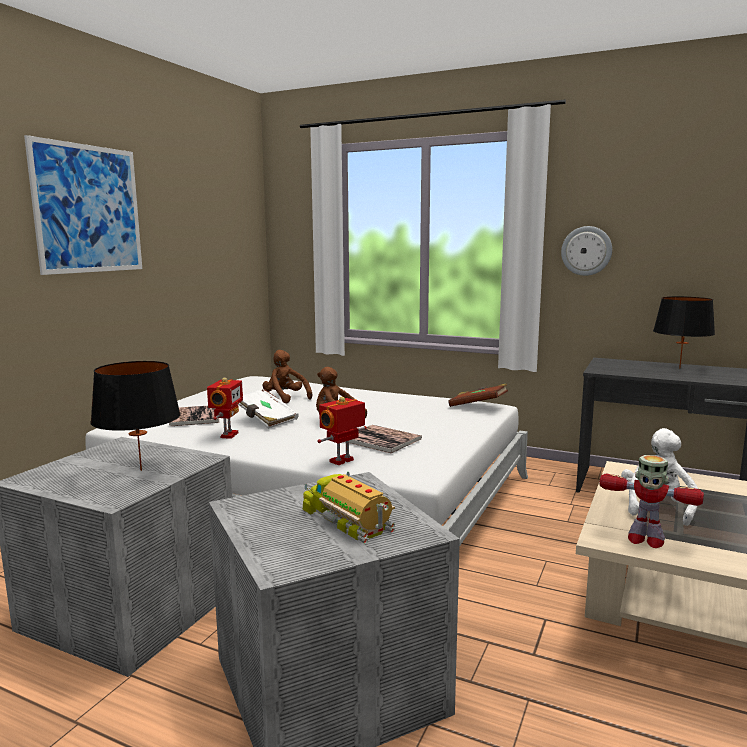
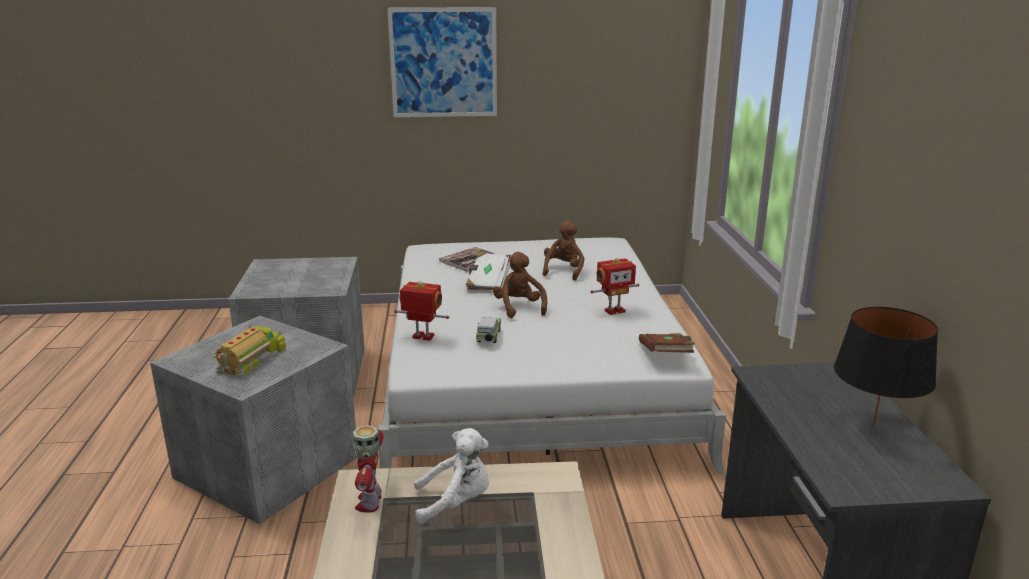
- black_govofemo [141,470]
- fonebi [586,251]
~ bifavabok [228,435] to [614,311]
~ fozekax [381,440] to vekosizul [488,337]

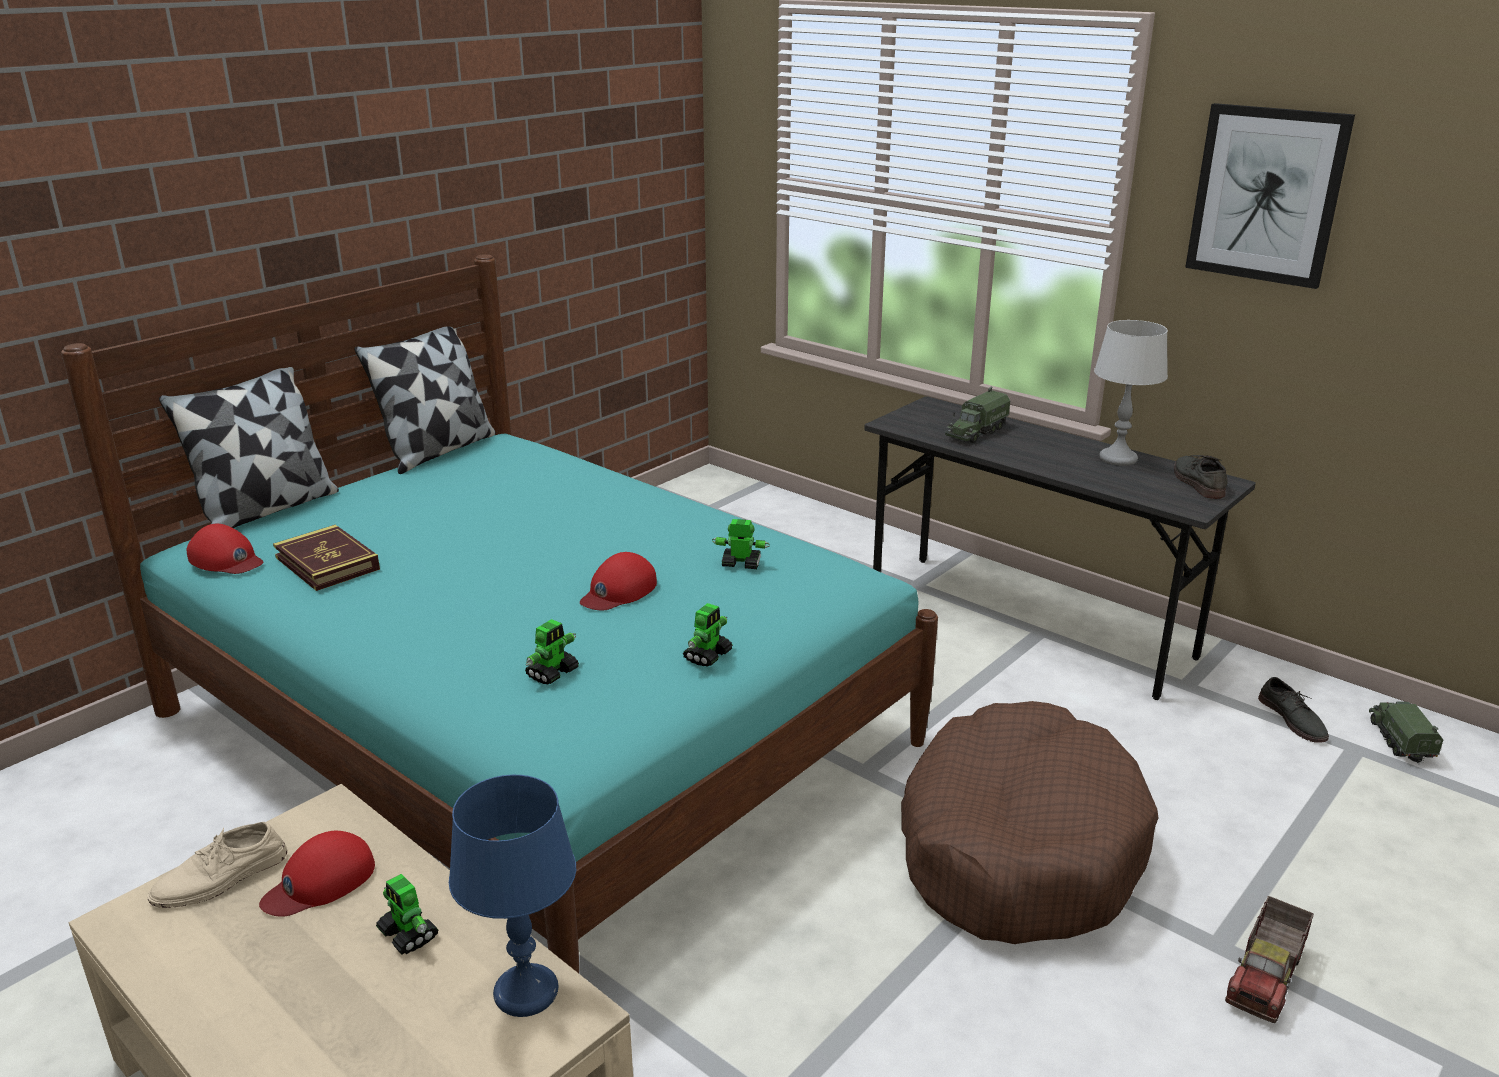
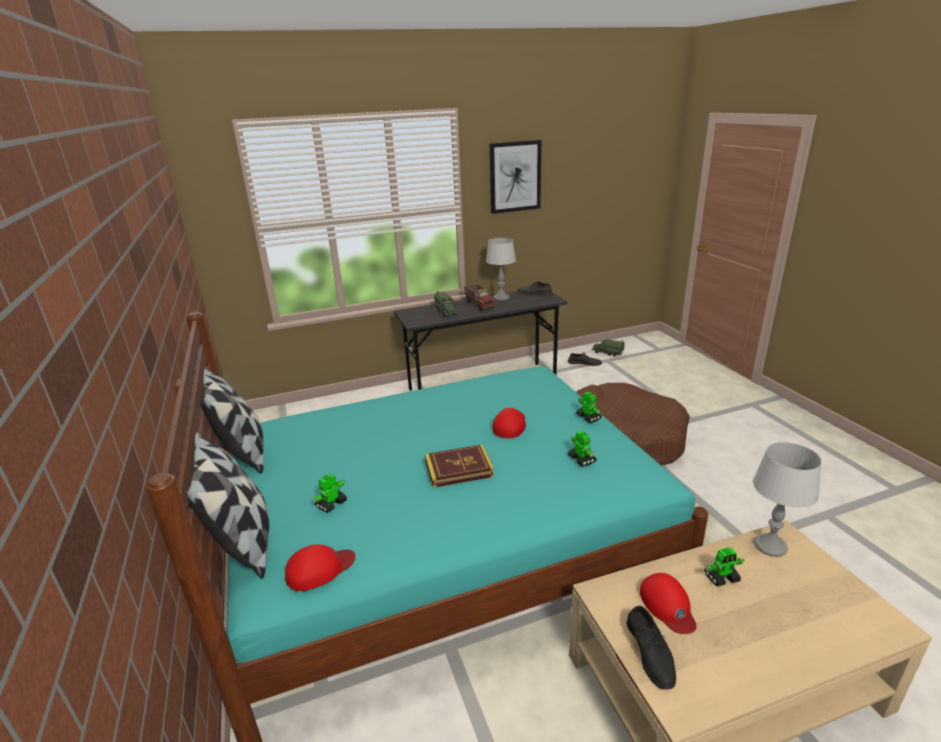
~ fozekax [327,563] to [458,469]
~ bifavabok [740,564] to [331,504]
~ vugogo [1266,978] to [480,304]
~ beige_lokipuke [221,878] to black_lokipuke [650,651]
~ blue_govofemo [527,992] to grey_govofemo [770,545]
~ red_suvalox [618,591] = [510,425] 135 degrees counterclockwise

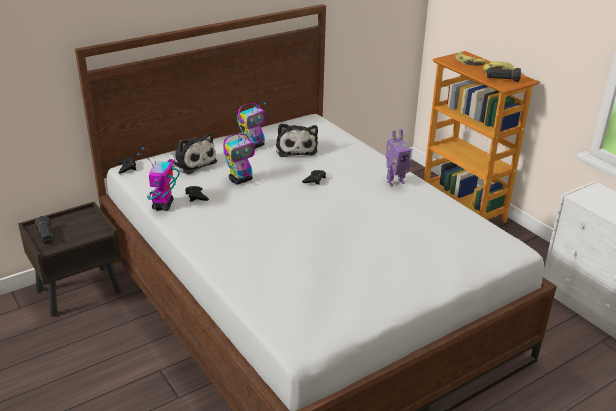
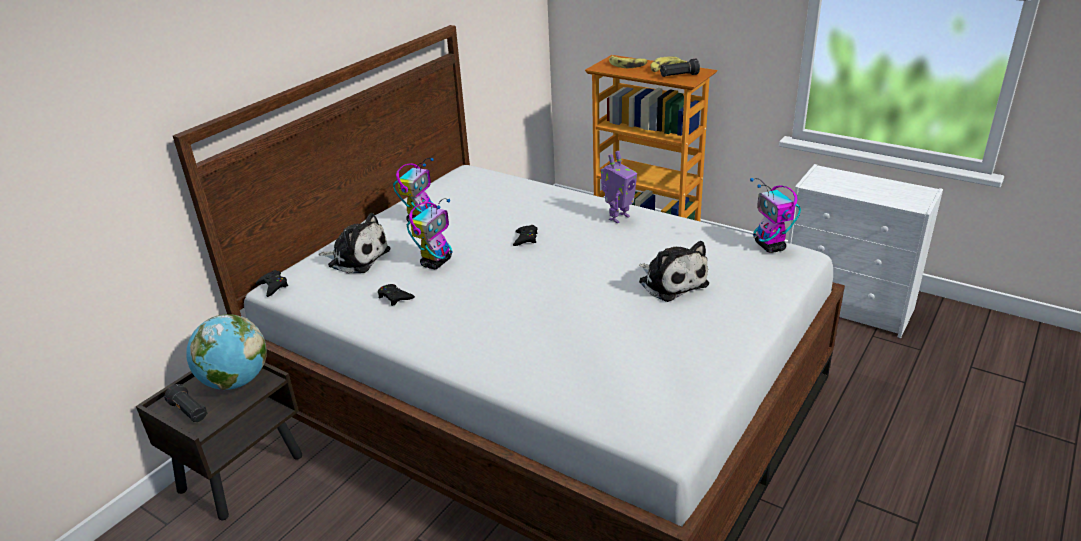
+ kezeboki [235,381]
~ bifavabok [163,206] to [770,247]
~ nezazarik [296,149] to [671,282]

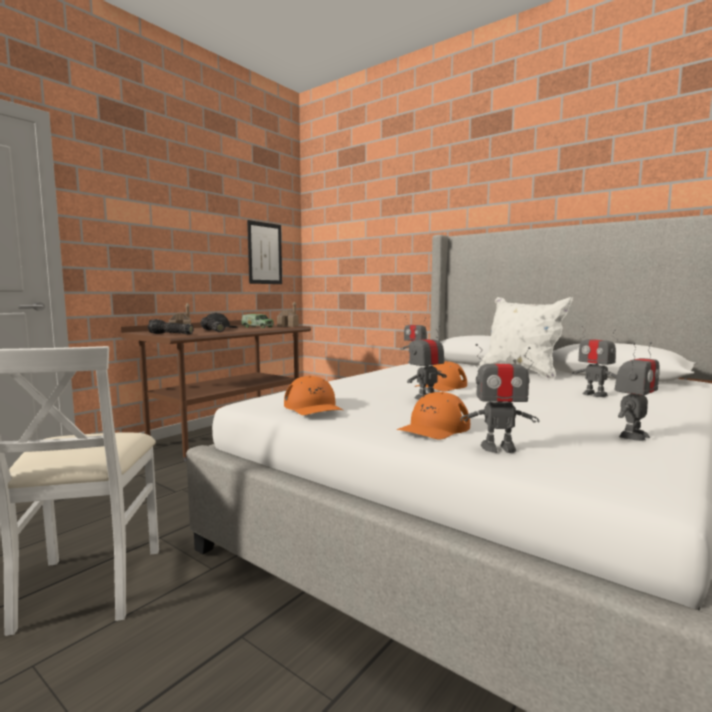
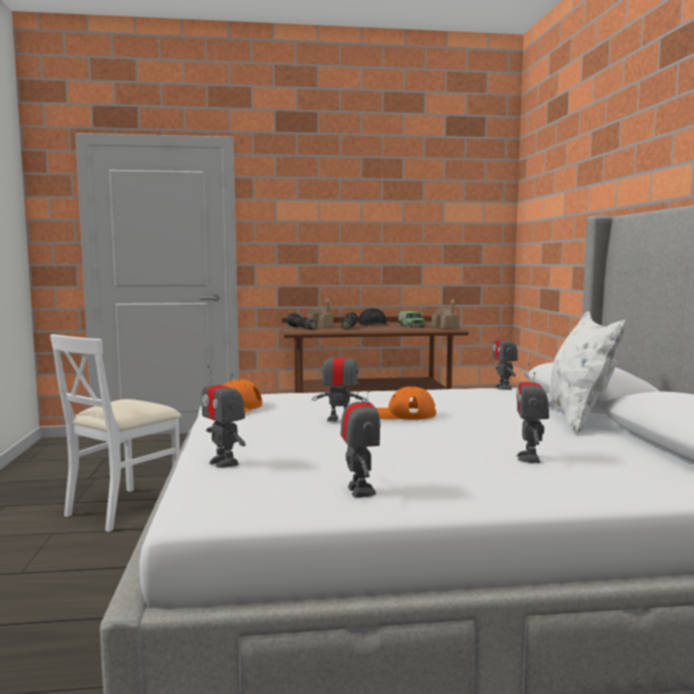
- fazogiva [265,253]
- orange_suvalox [434,428]
~ bifavabok [633,436] = [360,491] 105 degrees counterclockwise

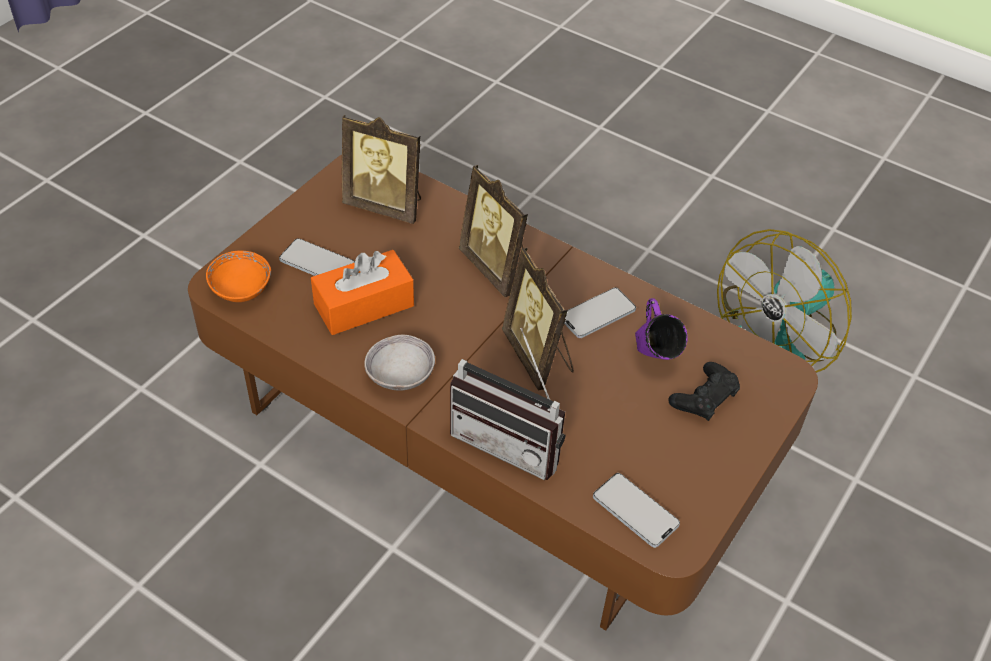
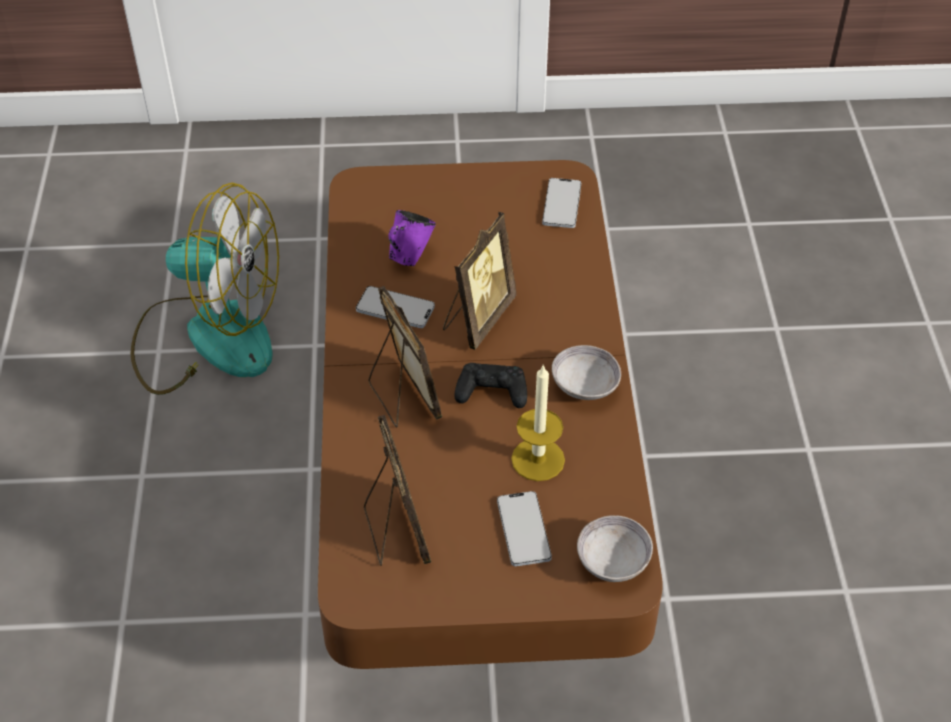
- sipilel [512,441]
~ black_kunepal [704,397] to [492,391]
~ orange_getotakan [364,305] to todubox [538,459]
~ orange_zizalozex [241,289] to grey_zizalozex [613,561]
~ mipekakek [498,268] = [402,397] 45 degrees counterclockwise

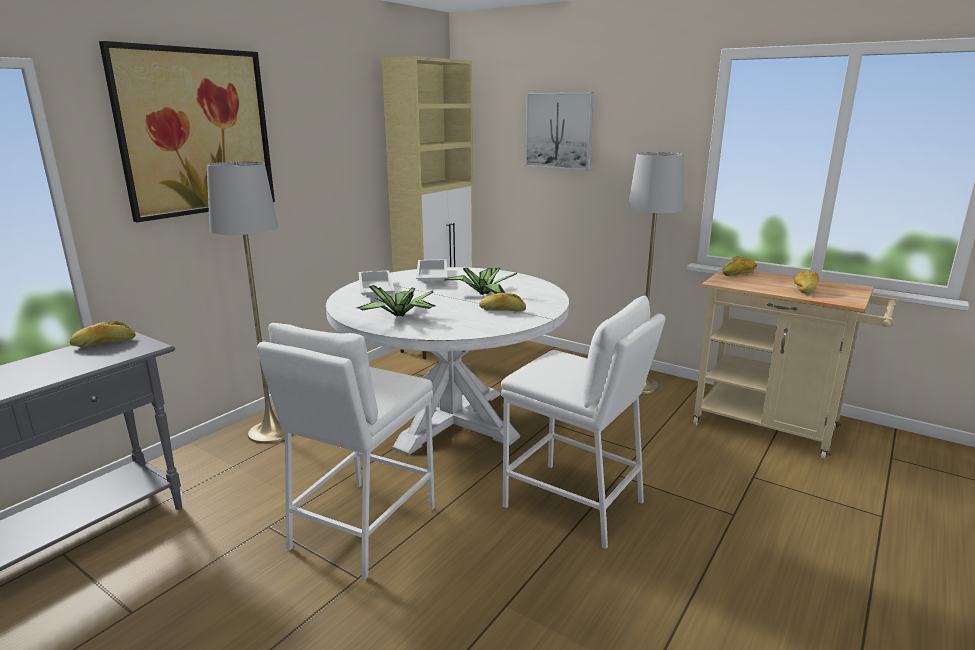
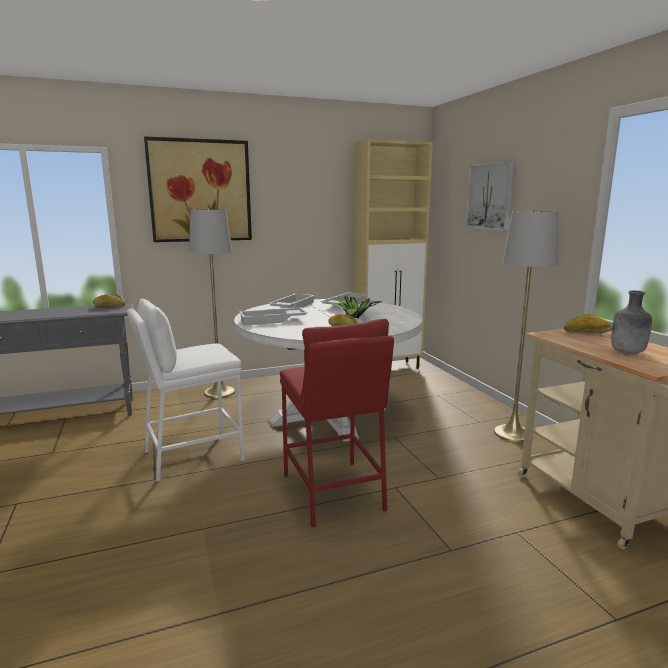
~ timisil [400,316] to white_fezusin [273,320]
~ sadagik [804,289] to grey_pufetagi [627,352]
~ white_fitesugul [574,504] to red_fitesugul [333,492]

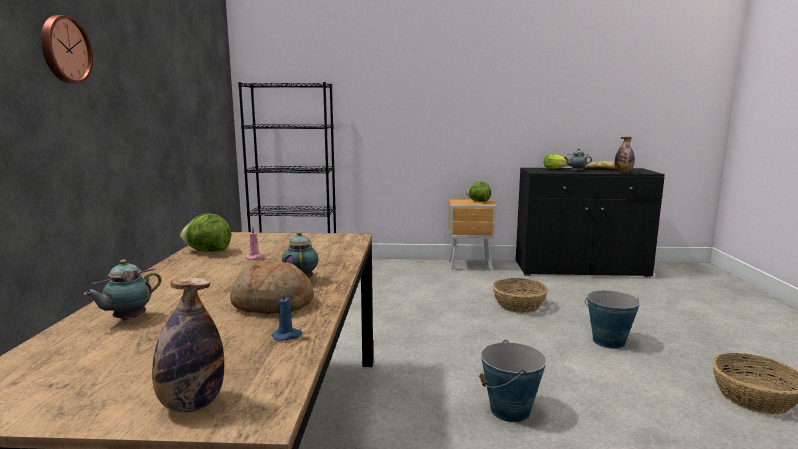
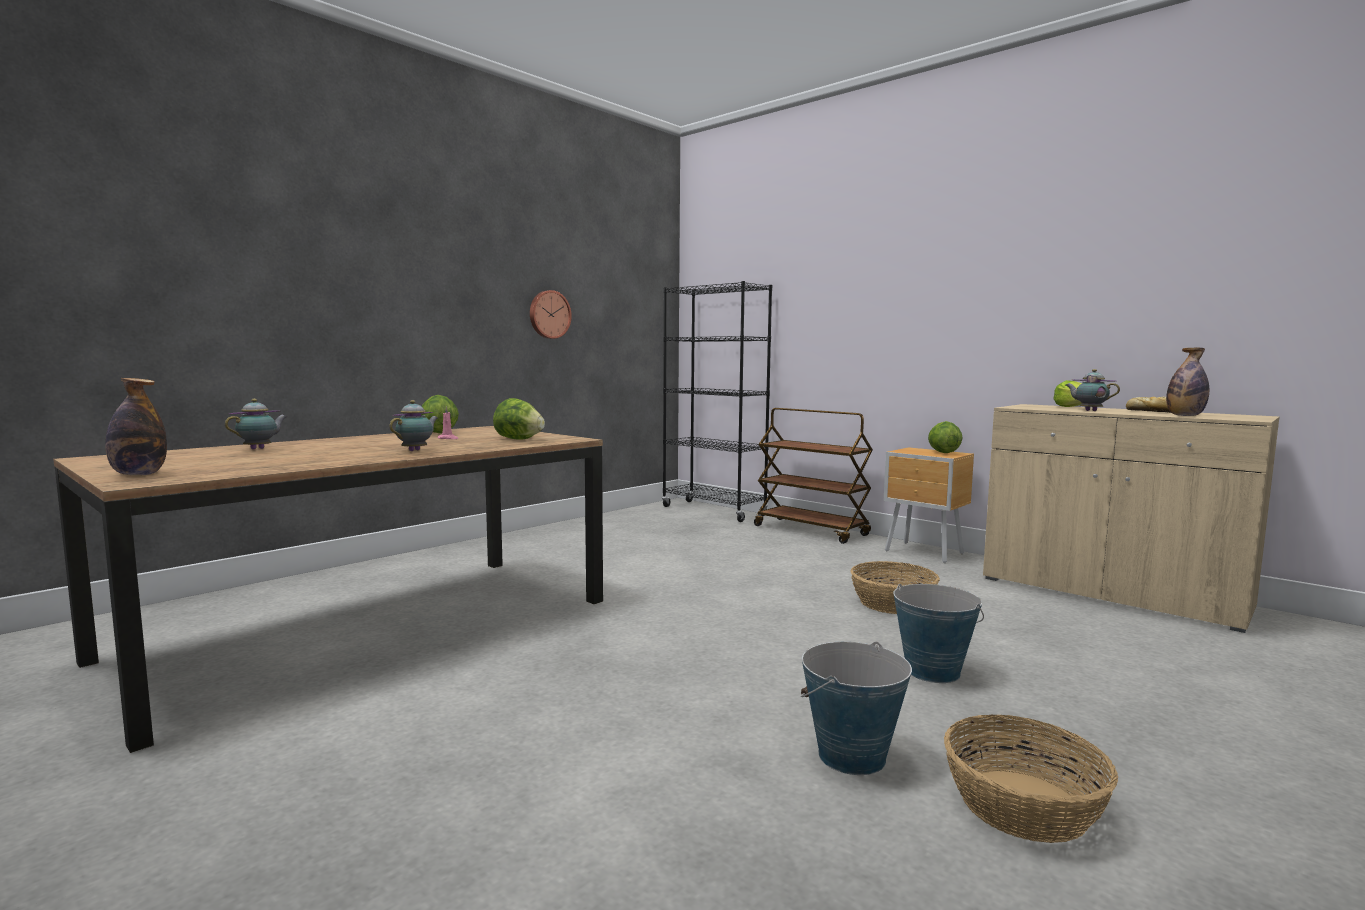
- sadagik [272,304]
- blue_todubox [287,336]
+ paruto [518,439]
+ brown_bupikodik [811,531]
~ fonebi [64,50] to [549,314]
~ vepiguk [510,410] to [851,756]
~ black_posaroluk [580,269] to beige_posaroluk [1111,593]
~ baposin [127,319] = [260,448] 135 degrees clockwise

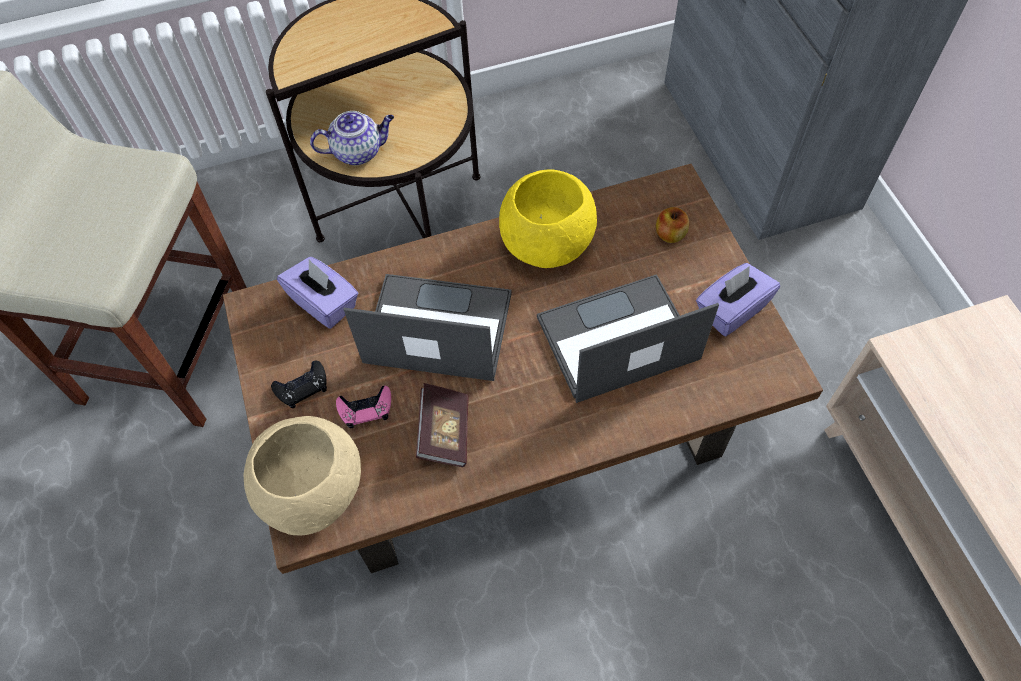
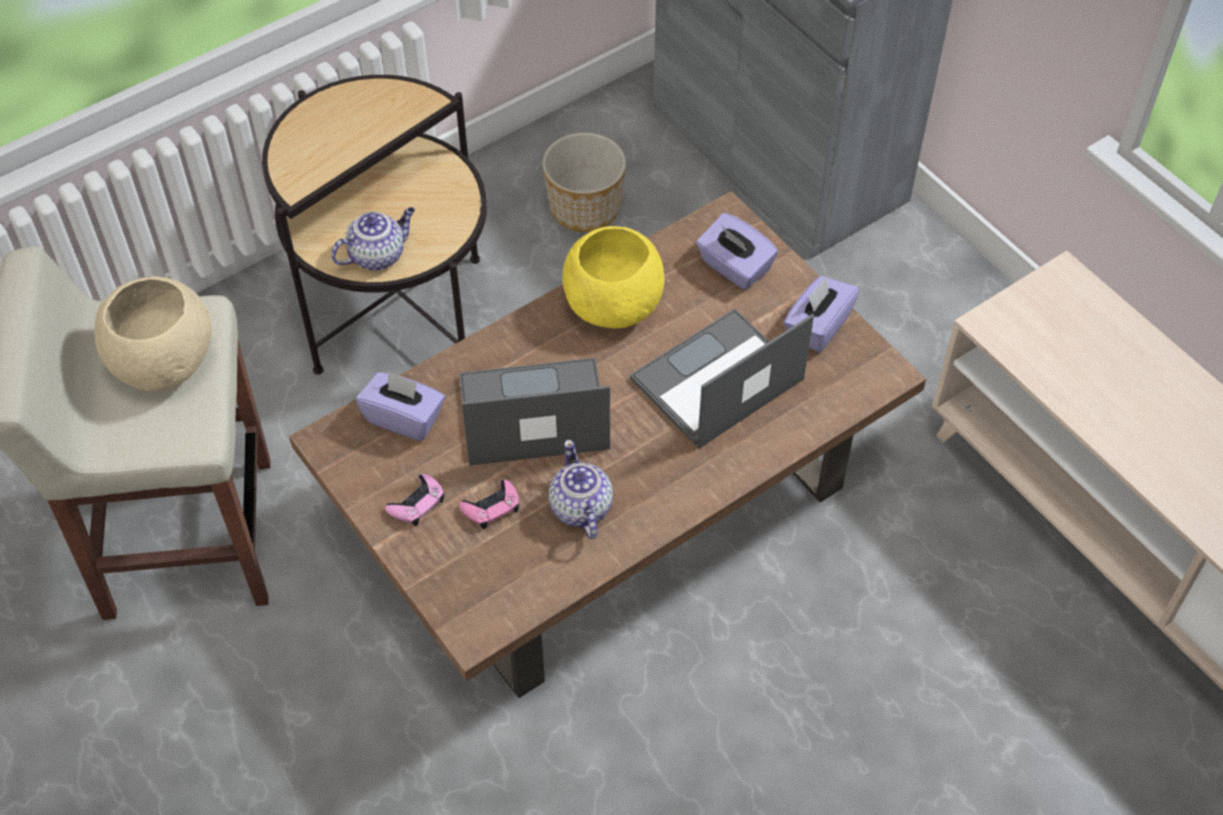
+ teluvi [586,208]
~ beige_zizalozex [313,489] to [163,359]
~ fozekax [445,432] to baposin [580,508]
~ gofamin [670,234] to purple_getotakan [734,267]
~ black_kunepal [302,387] to pink_kunepal [417,503]

